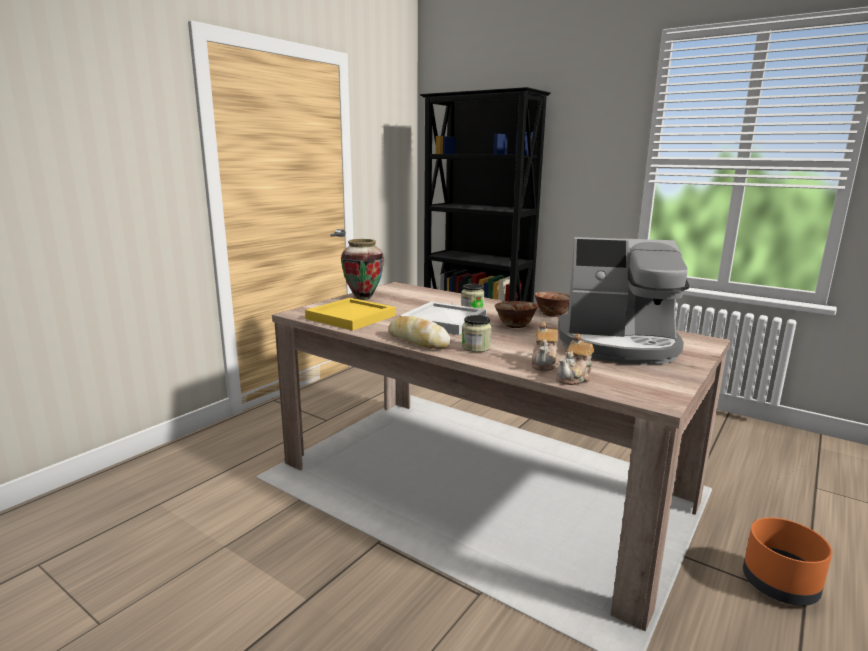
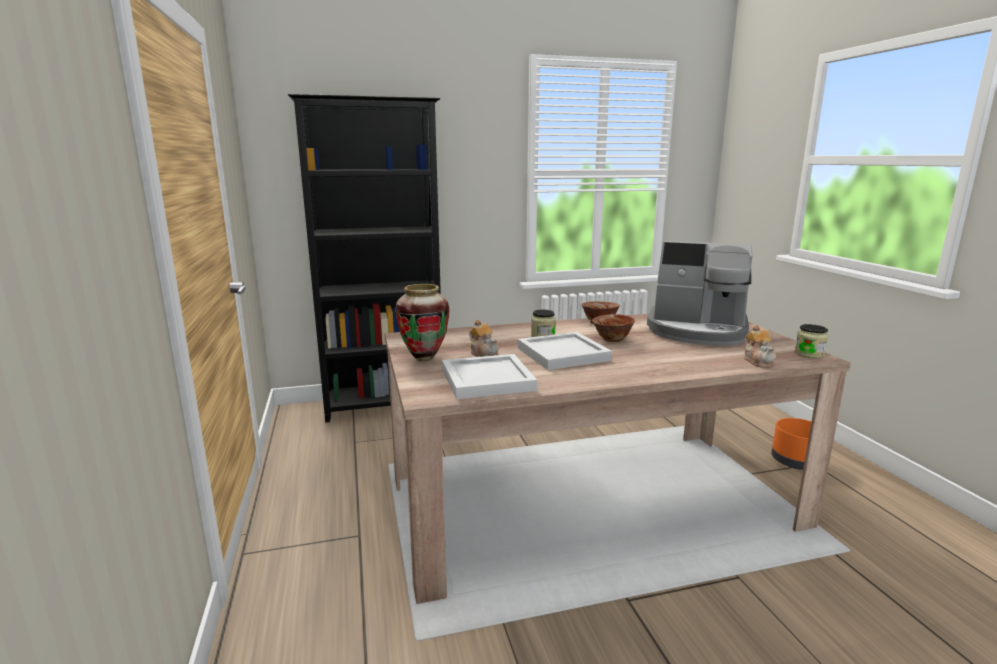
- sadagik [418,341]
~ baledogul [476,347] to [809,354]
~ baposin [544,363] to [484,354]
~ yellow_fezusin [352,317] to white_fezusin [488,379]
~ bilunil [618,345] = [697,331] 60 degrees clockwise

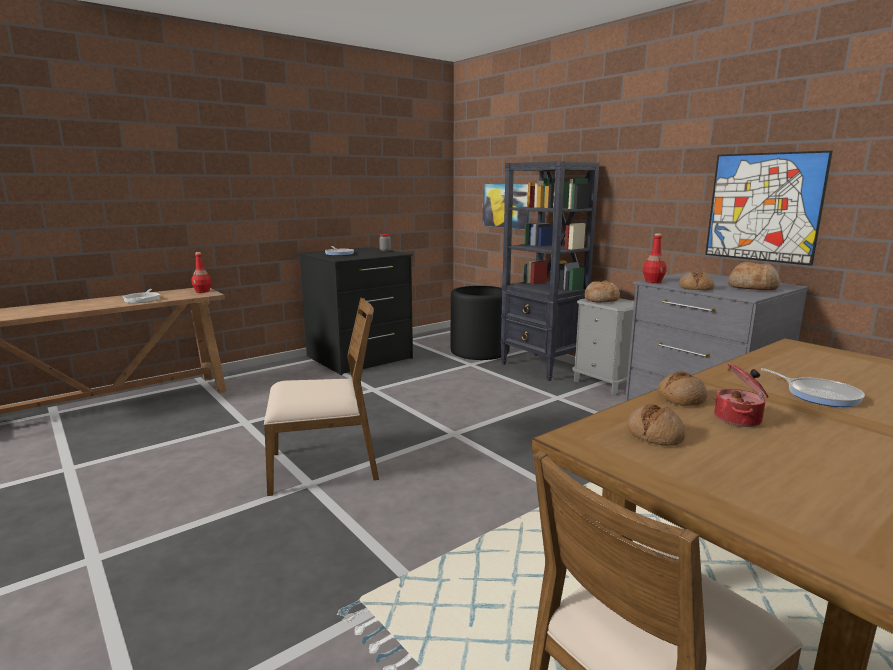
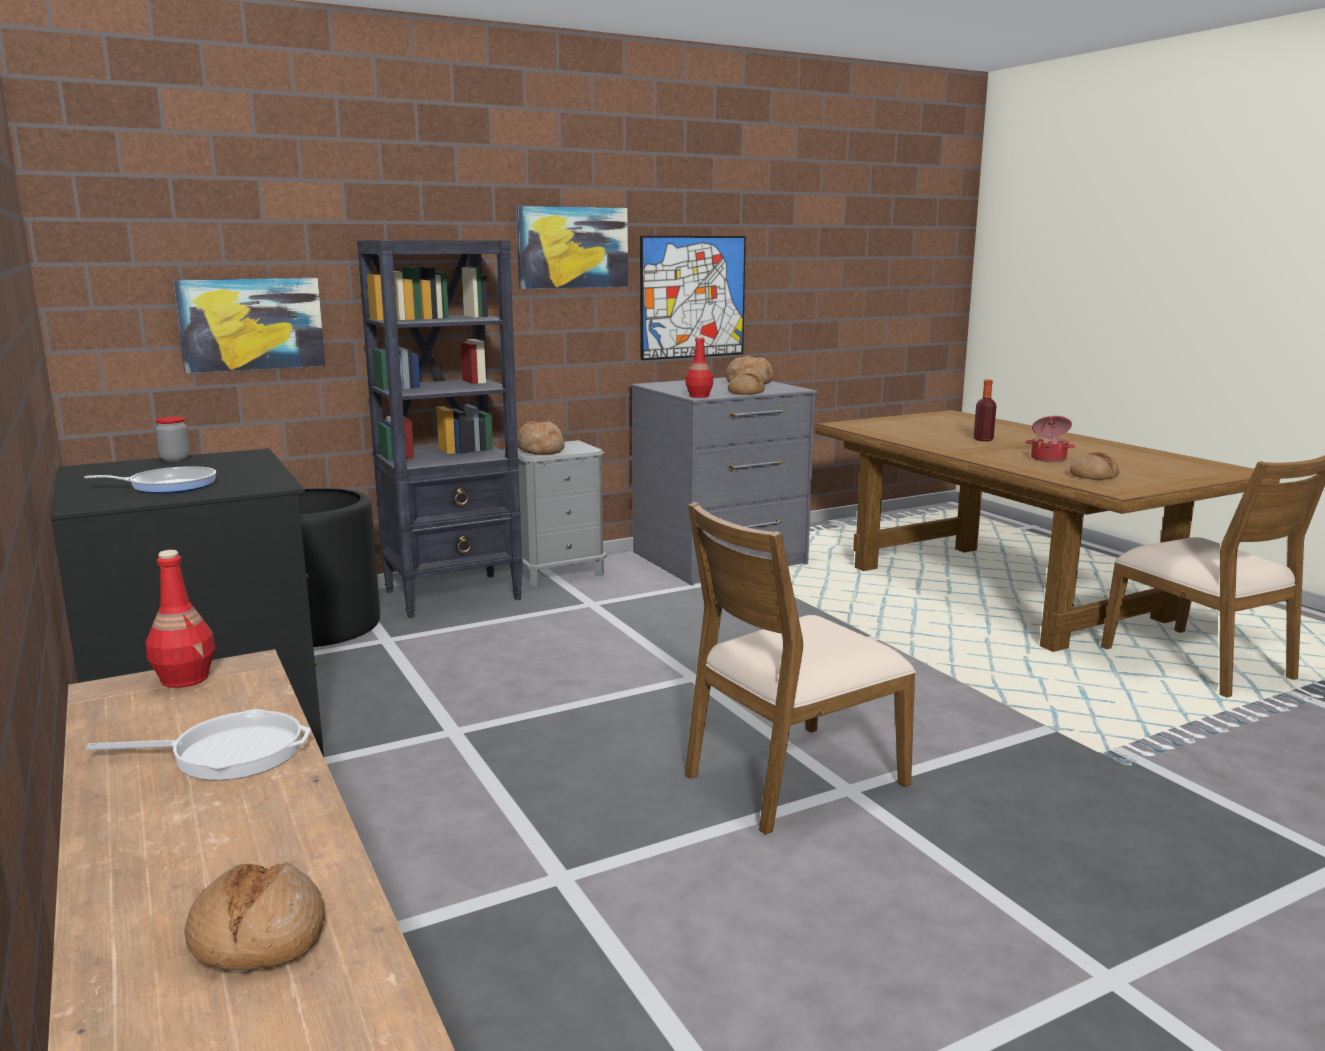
+ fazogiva [572,247]
~ sadagik [680,398] to [257,937]
~ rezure [819,395] to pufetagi [983,439]
~ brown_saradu [324,467] = [792,778] 120 degrees counterclockwise

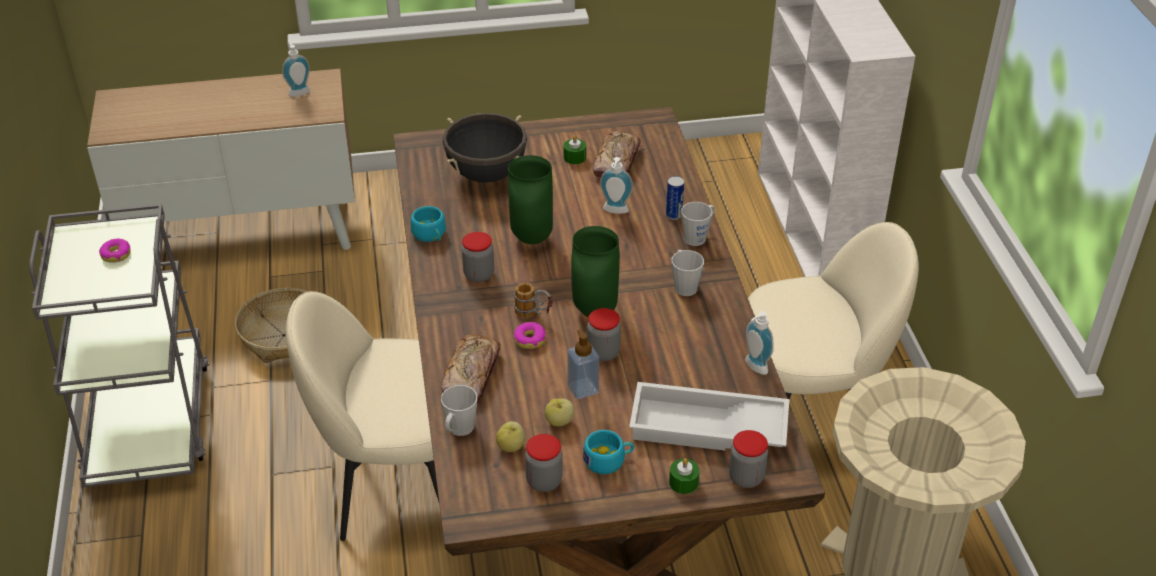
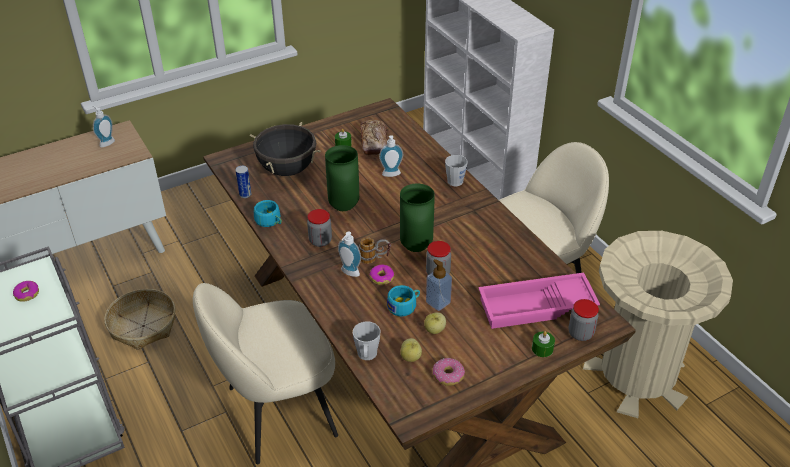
- sadagik [472,374]
- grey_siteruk [684,285]
~ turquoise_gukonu [608,460] to [404,306]
~ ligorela [674,215] to [245,194]
~ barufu [754,367] to [349,273]
~ baledogul [544,481] to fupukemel [448,375]
~ white_fezusin [706,429] to pink_fezusin [536,307]

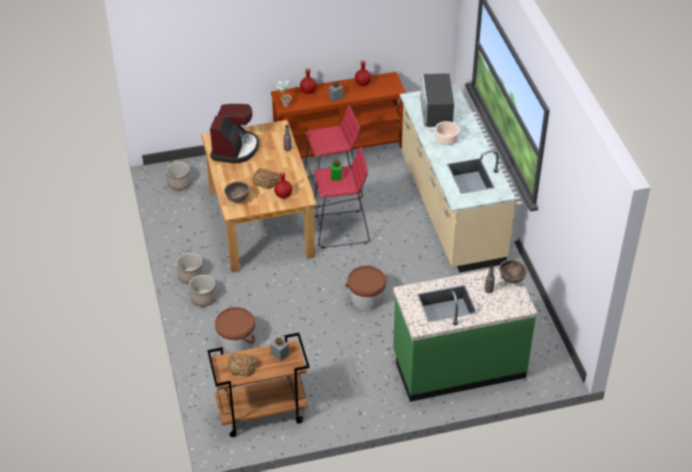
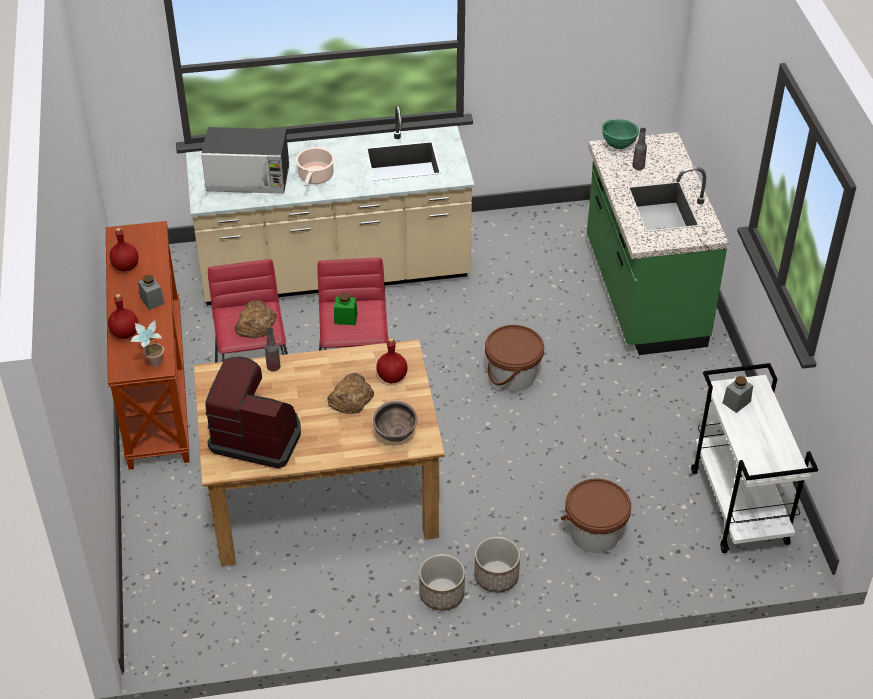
- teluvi [179,183]
~ sadagik [242,366] to [255,323]
~ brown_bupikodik [261,413] to white_bupikodik [740,507]
~ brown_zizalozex [511,280] to green_zizalozex [618,146]

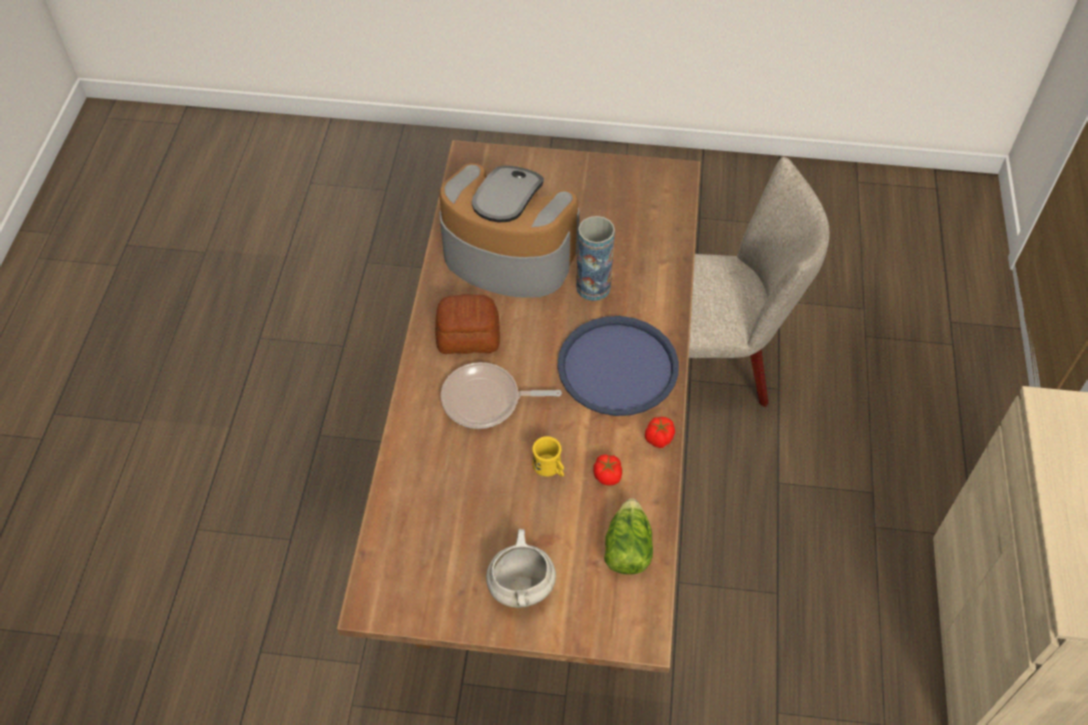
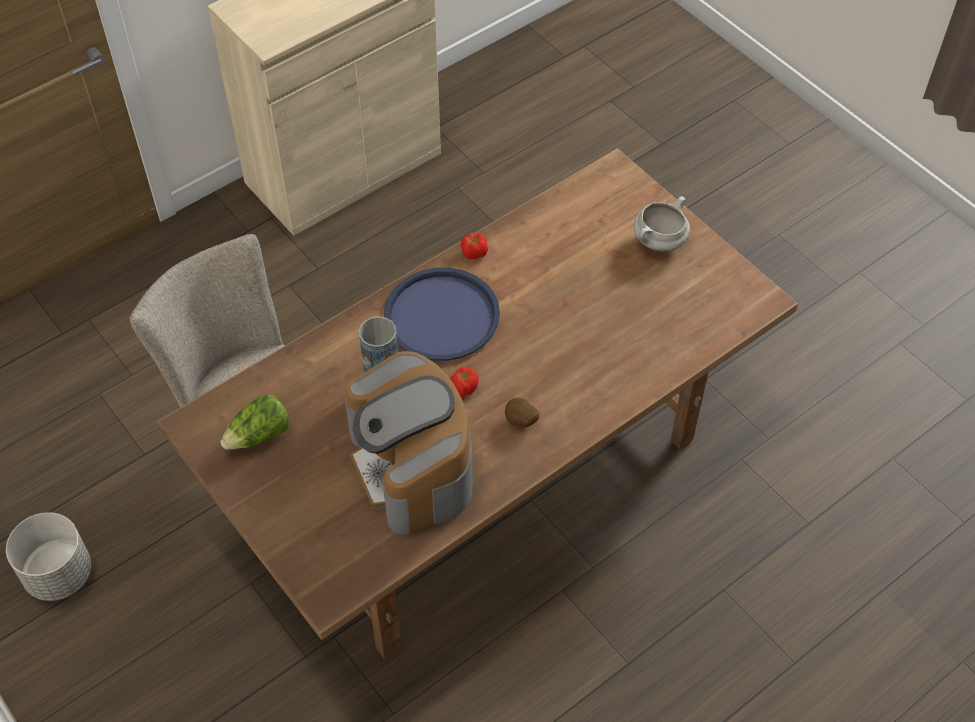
- rezure [486,400]
- yellow_siteruk [550,468]
+ grey_teluvi [59,574]
~ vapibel [607,476] to [464,388]
~ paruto [627,548] to [259,435]
~ sadagik [469,338] to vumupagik [520,422]

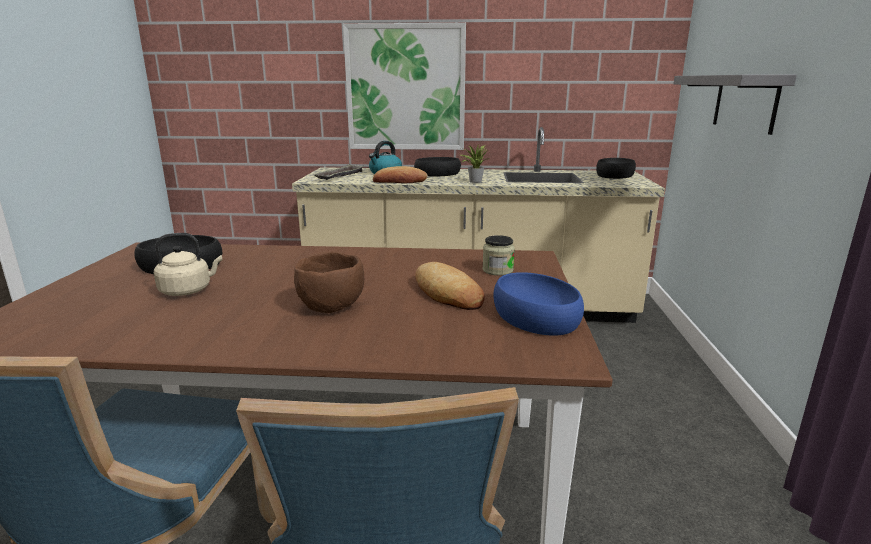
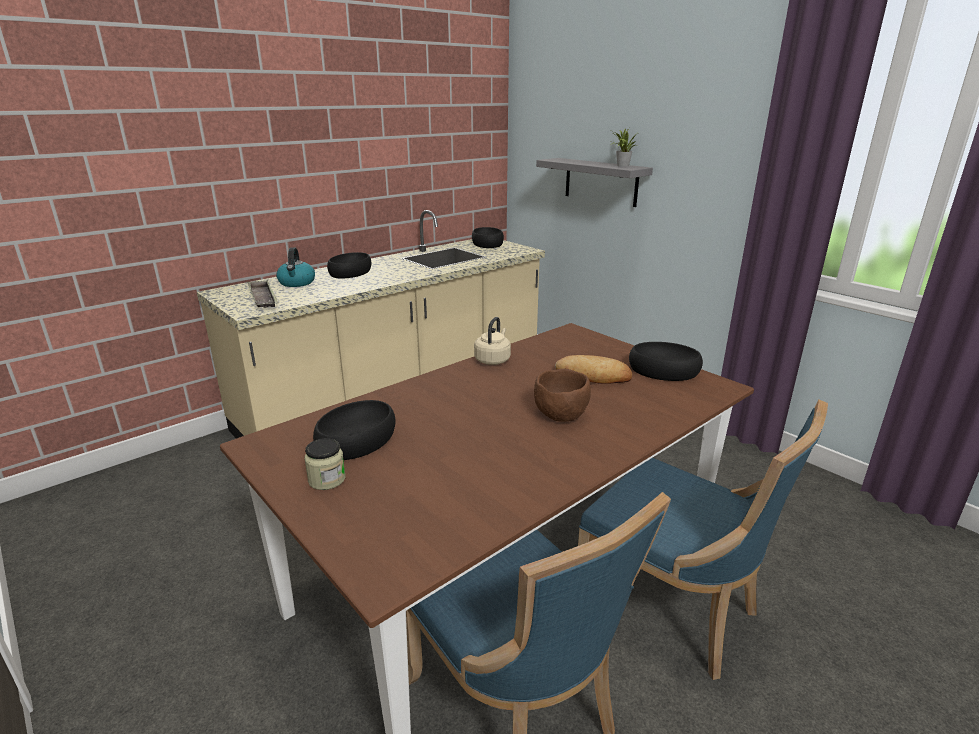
- fazogiva [405,88]
- sadagik [399,181]
~ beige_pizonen [188,290] to [493,359]
~ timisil [474,181] to [621,166]
~ baledogul [497,270] to [327,479]
~ blue_zizalozex [534,316] to black_zizalozex [663,371]

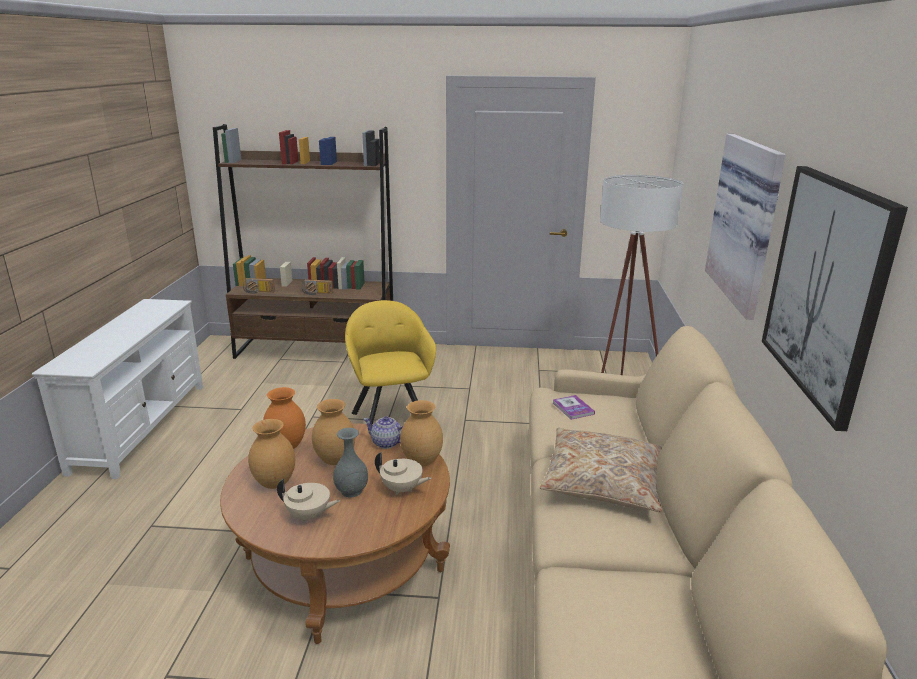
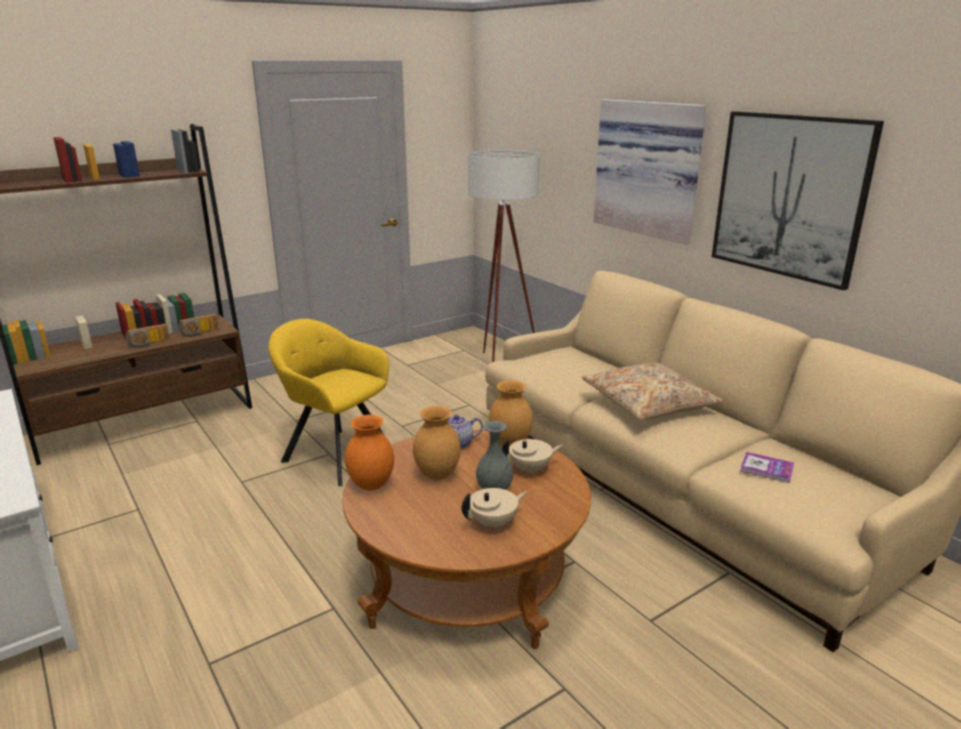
- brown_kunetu [274,484]
~ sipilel [258,292] to [200,333]
~ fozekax [573,408] to [766,469]

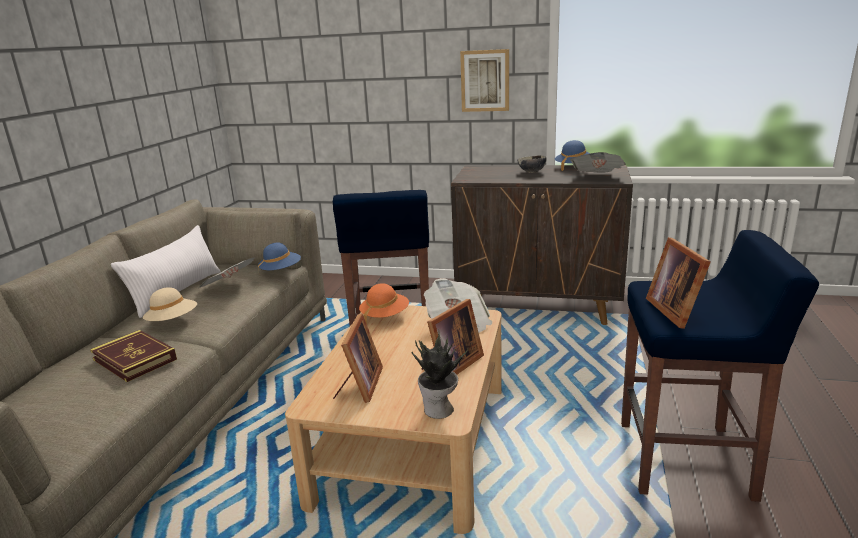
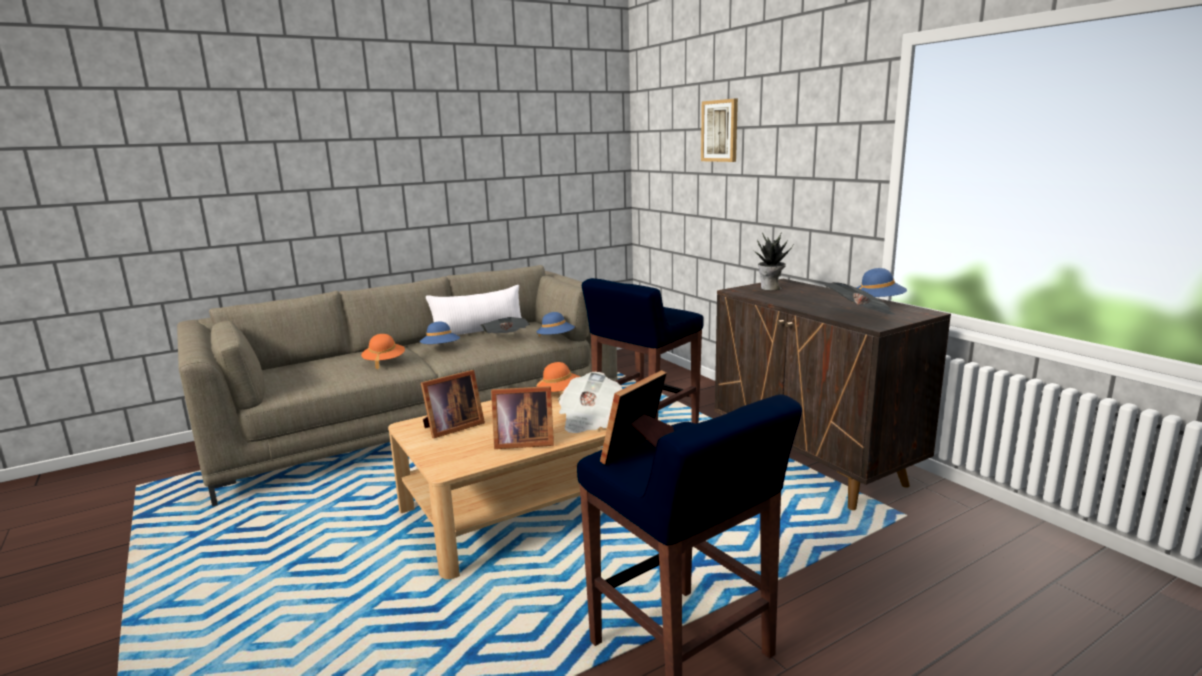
- zizalozex [531,172]
~ timisil [439,410] to [770,288]
~ fazogiva [485,80] to [720,131]
~ fozekax [134,359] to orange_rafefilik [384,362]
~ beige_rafefilik [173,321] to blue_rafefilik [441,349]

